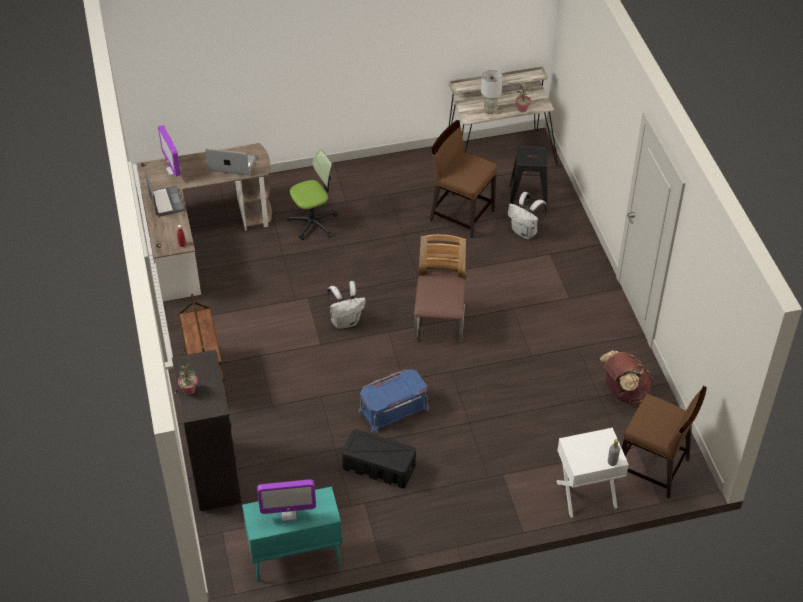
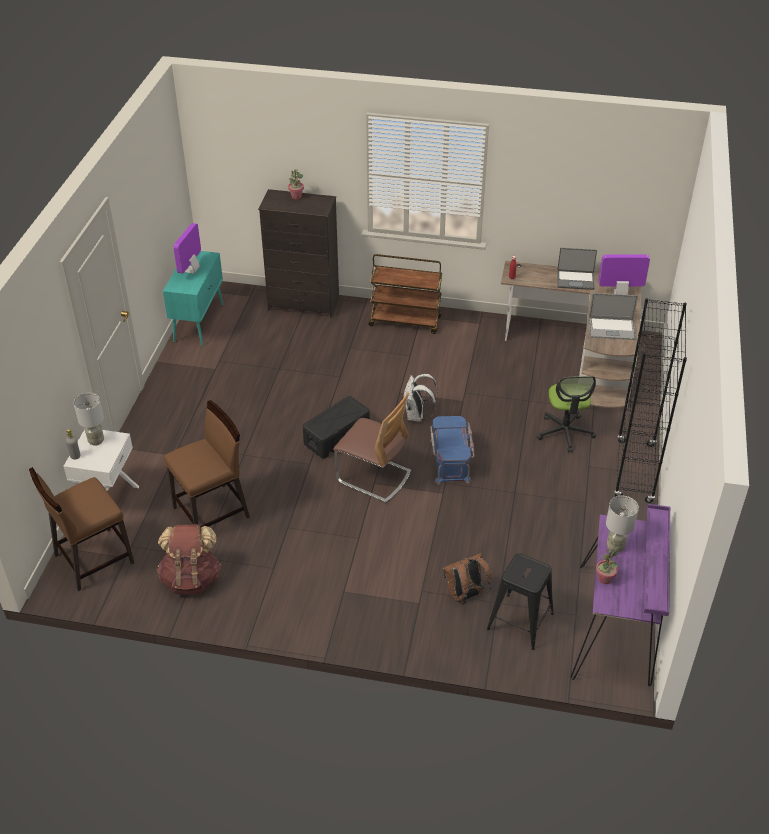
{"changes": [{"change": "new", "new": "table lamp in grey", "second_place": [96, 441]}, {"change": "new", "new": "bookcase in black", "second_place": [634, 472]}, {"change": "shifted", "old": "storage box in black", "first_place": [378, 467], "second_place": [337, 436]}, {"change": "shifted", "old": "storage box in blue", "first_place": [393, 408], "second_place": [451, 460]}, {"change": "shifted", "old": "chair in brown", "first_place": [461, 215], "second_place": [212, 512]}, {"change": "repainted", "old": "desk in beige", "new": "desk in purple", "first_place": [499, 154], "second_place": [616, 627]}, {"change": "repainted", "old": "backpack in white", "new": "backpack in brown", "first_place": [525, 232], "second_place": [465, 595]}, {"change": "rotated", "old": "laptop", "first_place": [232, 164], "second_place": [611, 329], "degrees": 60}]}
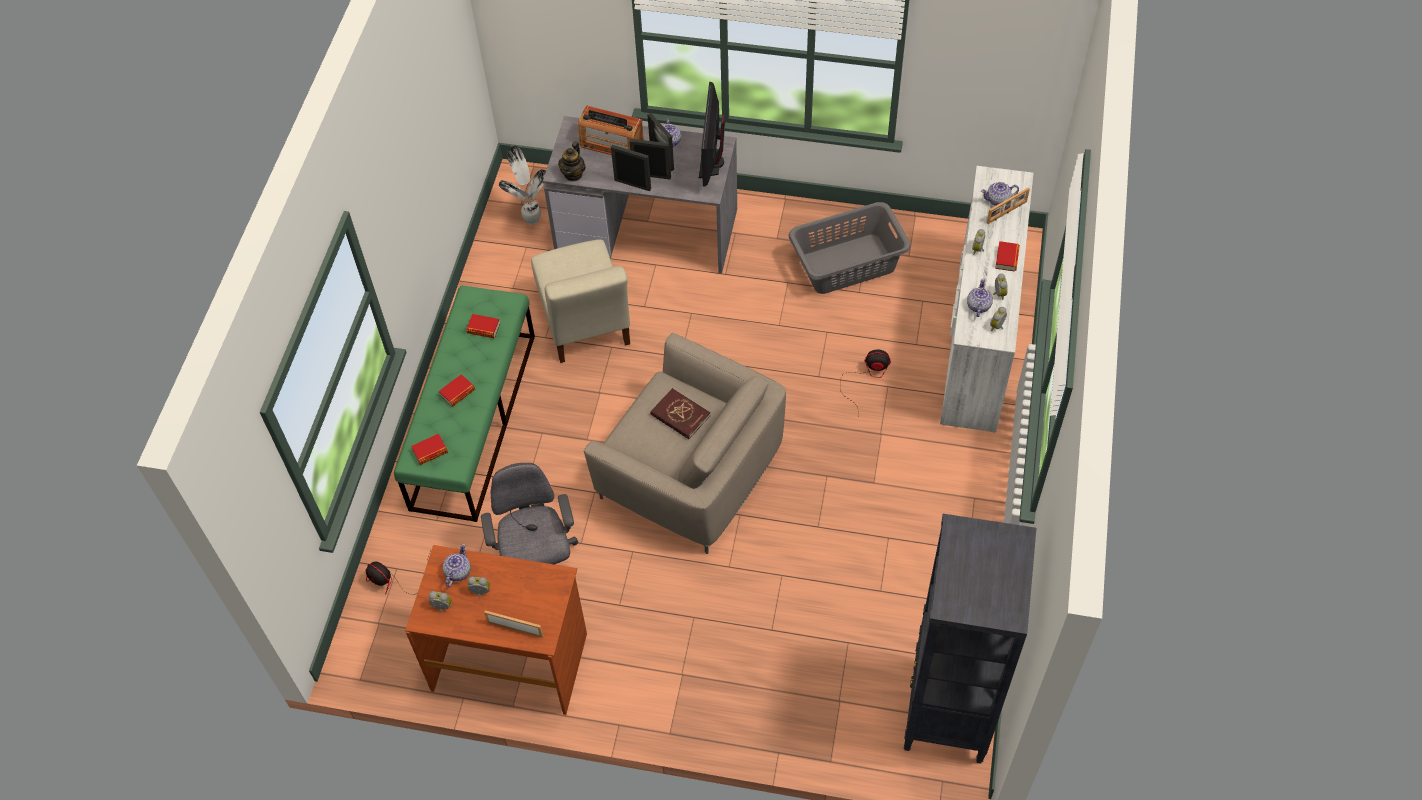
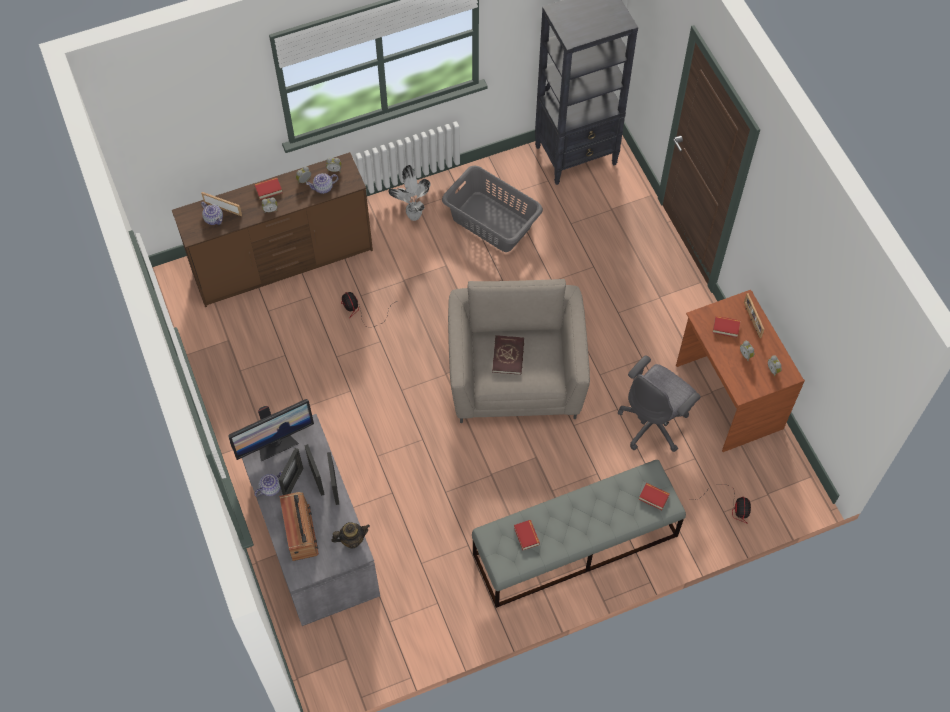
{"changes": [{"change": "gone", "old": "teapot", "first_place": [457, 572]}, {"change": "gone", "old": "chair in beige", "first_place": [584, 322]}, {"change": "shifted", "old": "book", "first_place": [457, 393], "second_place": [726, 328]}, {"change": "shifted", "old": "potted plant", "first_place": [531, 218], "second_place": [413, 217]}, {"change": "shifted", "old": "laundry basket in grey", "first_place": [848, 264], "second_place": [491, 221]}, {"change": "repainted", "old": "bench in green", "new": "bench in grey", "first_place": [474, 420], "second_place": [575, 545]}, {"change": "repainted", "old": "dresser in white", "new": "dresser in brown", "first_place": [976, 340], "second_place": [284, 262]}]}
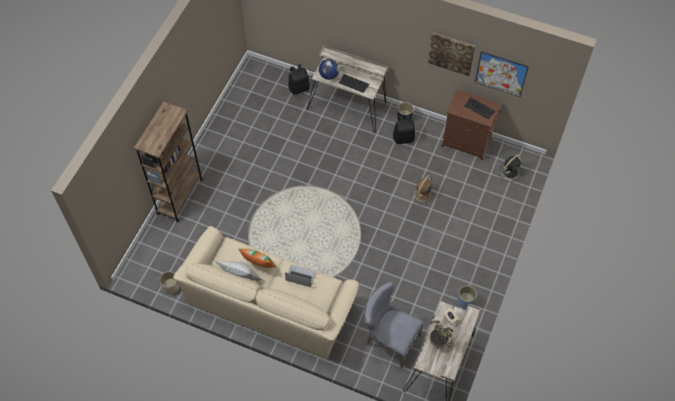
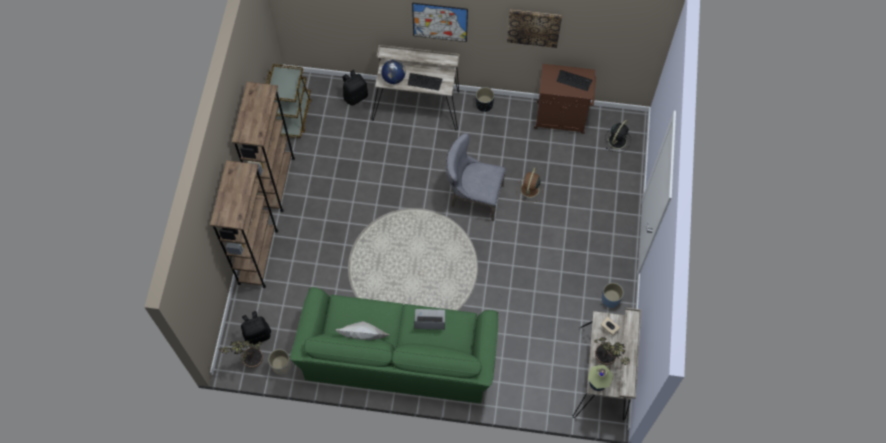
{"changes": [{"change": "gone", "old": "pillow", "first_place": [258, 265]}, {"change": "new", "new": "potted plant", "second_place": [249, 361]}, {"change": "new", "new": "bookcase in brown", "second_place": [275, 182]}, {"change": "new", "new": "cart in brown", "second_place": [292, 116]}, {"change": "new", "new": "table lamp", "second_place": [597, 383]}, {"change": "shifted", "old": "chair in grey", "first_place": [389, 340], "second_place": [473, 197]}, {"change": "shifted", "old": "backpack in black", "first_place": [403, 138], "second_place": [257, 334]}, {"change": "shifted", "old": "picture", "first_place": [501, 74], "second_place": [440, 22]}, {"change": "repainted", "old": "sofa in beige", "new": "sofa in green", "first_place": [270, 301], "second_place": [398, 354]}]}
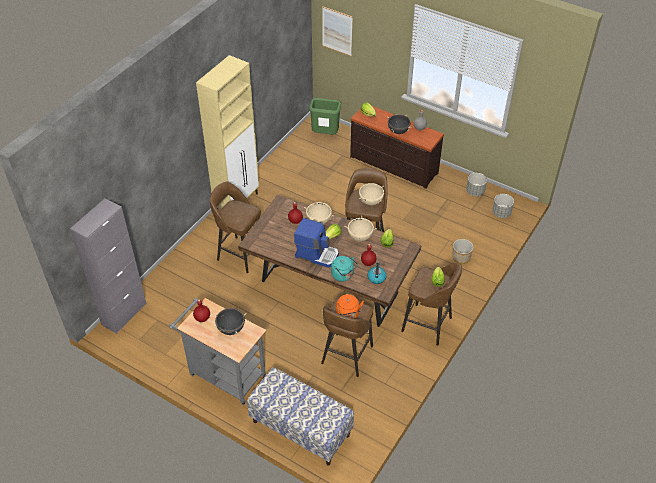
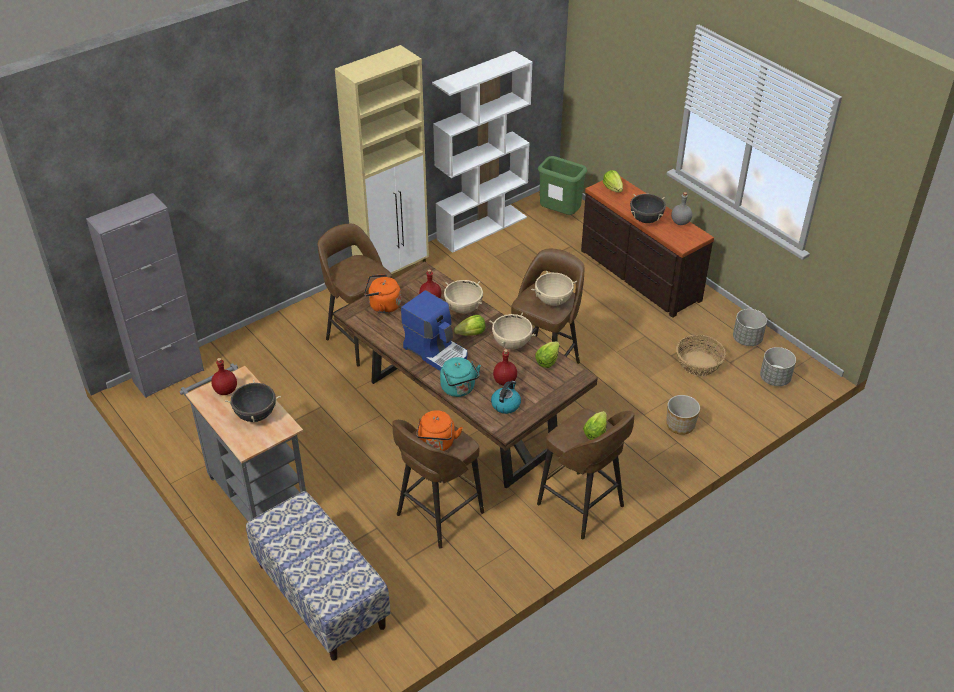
{"changes": [{"change": "gone", "old": "picture", "first_place": [337, 31]}, {"change": "new", "new": "kettle in orange", "second_place": [383, 306]}, {"change": "new", "new": "bookcase in white", "second_place": [482, 228]}, {"change": "new", "new": "basket", "second_place": [699, 363]}]}
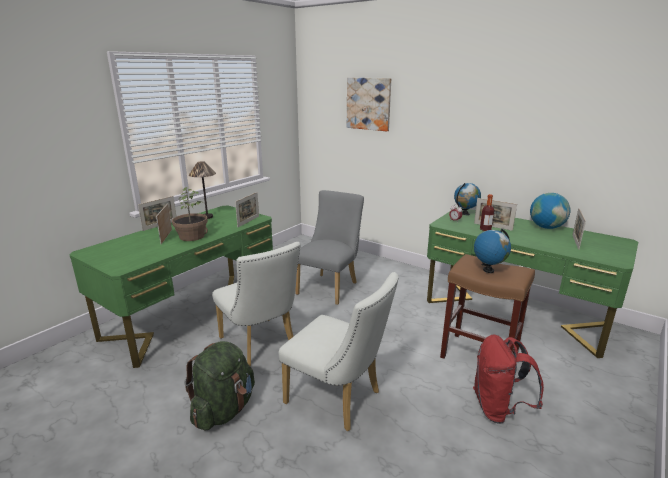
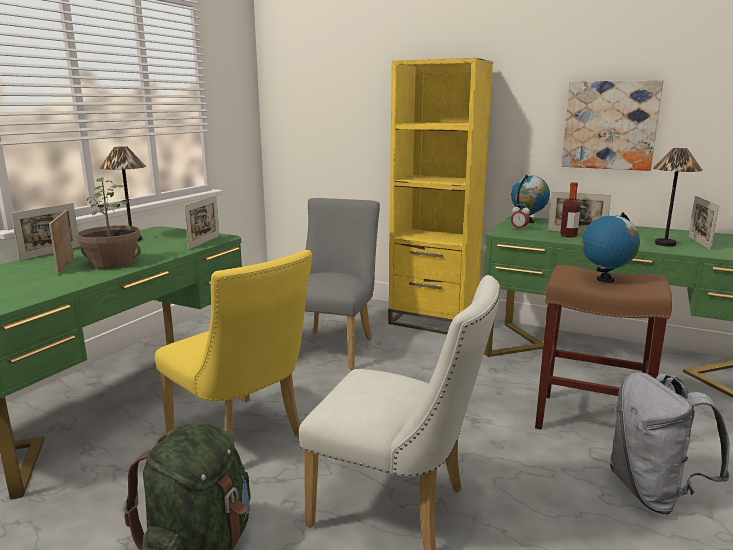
{"changes": [{"change": "gone", "old": "globe", "first_place": [546, 227]}, {"change": "new", "new": "bookcase in yellow", "second_place": [433, 321]}, {"change": "new", "new": "table lamp", "second_place": [665, 244]}, {"change": "shifted", "old": "picture", "first_place": [368, 104], "second_place": [610, 125]}, {"change": "repainted", "old": "chair in white", "new": "chair in yellow", "first_place": [261, 345], "second_place": [242, 438]}, {"change": "repainted", "old": "backpack in red", "new": "backpack in grey", "first_place": [498, 409], "second_place": [653, 493]}]}
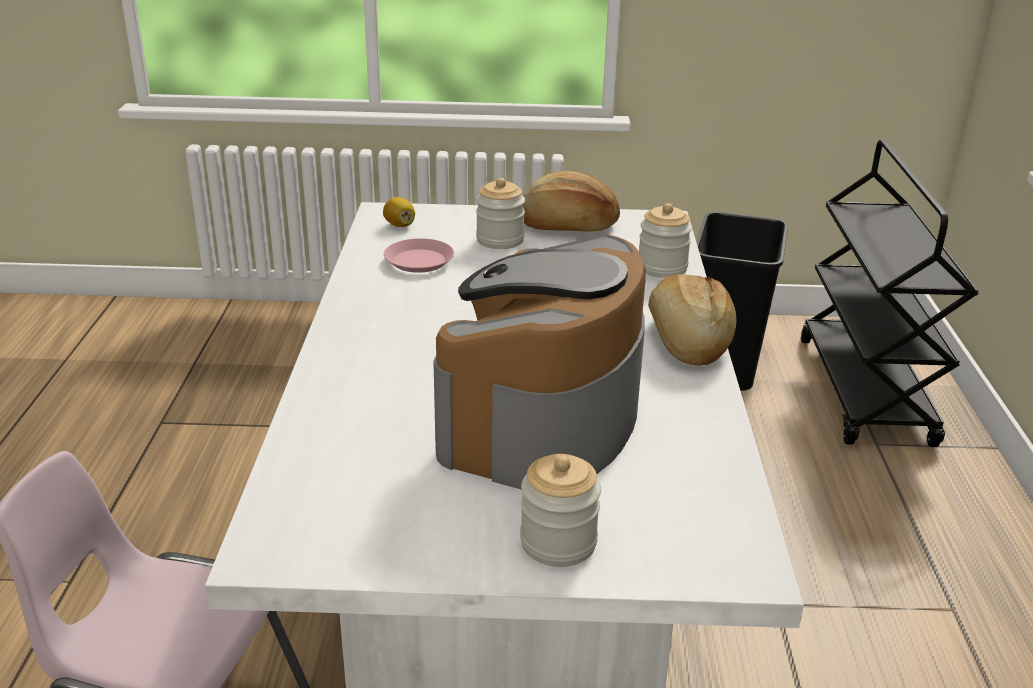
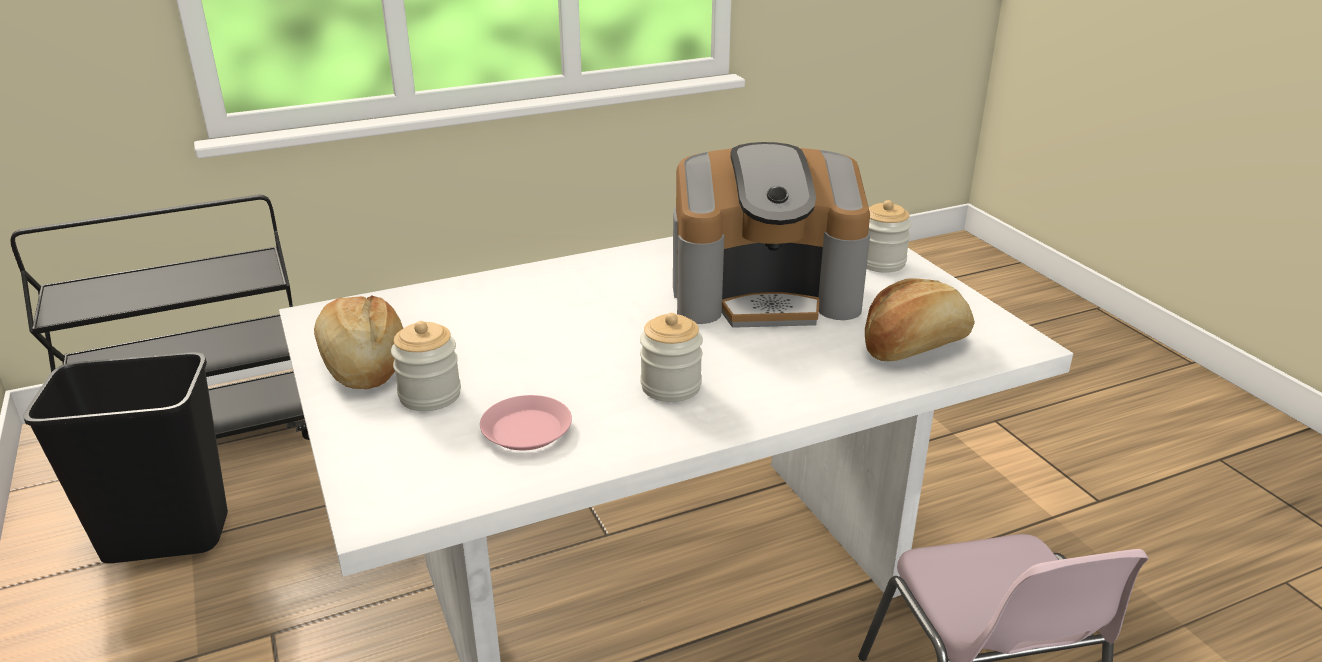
{"changes": [{"change": "gone", "old": "lemon", "first_place": [399, 225]}, {"change": "shifted", "old": "jar", "first_place": [662, 268], "second_place": [671, 386]}, {"change": "shifted", "old": "bread", "first_place": [686, 341], "second_place": [915, 345]}]}
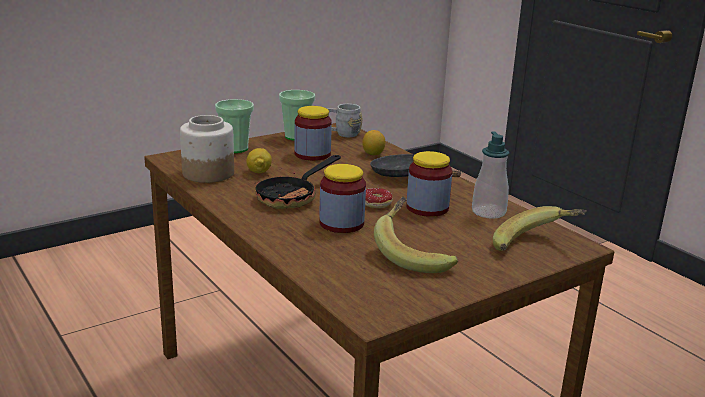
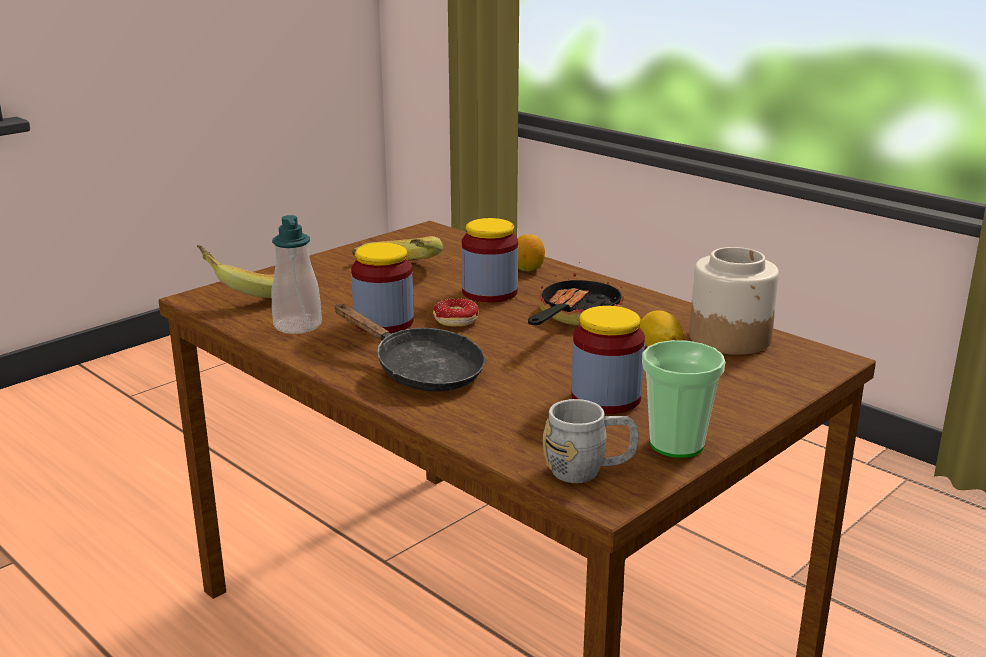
{"changes": [{"change": "gone", "old": "cup", "first_place": [235, 148]}, {"change": "shifted", "old": "lemon", "first_place": [373, 154], "second_place": [527, 269]}]}
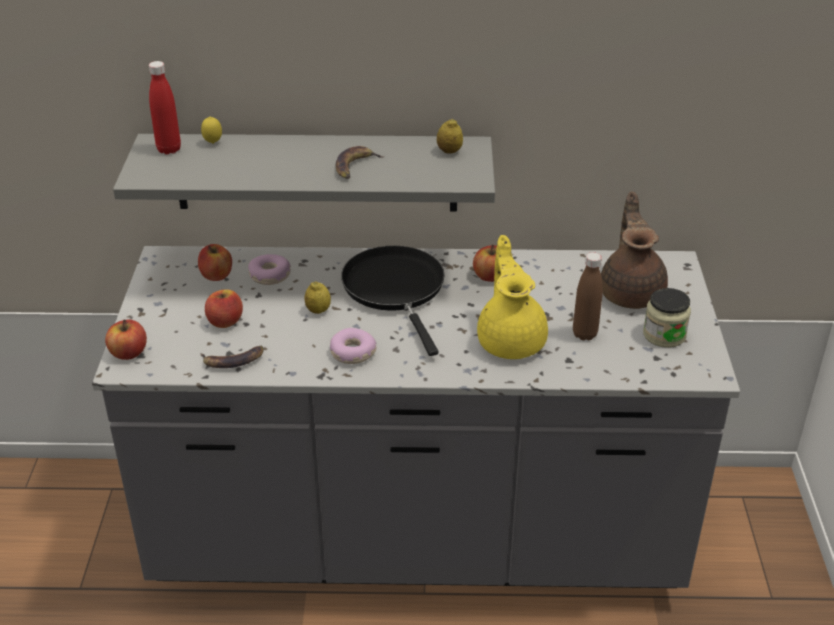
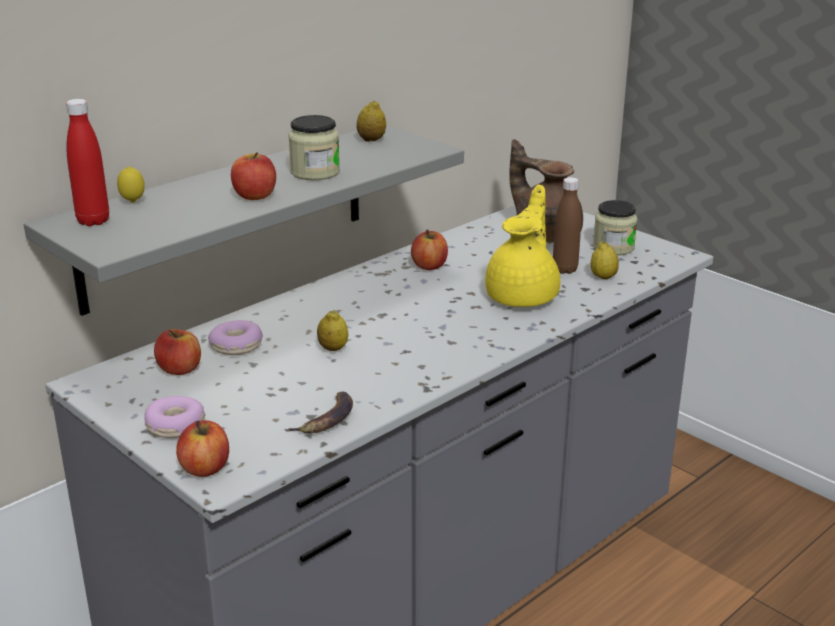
{"changes": [{"change": "gone", "old": "frying pan in black", "first_place": [396, 289]}, {"change": "new", "new": "lemon", "second_place": [603, 277]}, {"change": "shifted", "old": "apple", "first_place": [225, 321], "second_place": [255, 196]}, {"change": "shifted", "old": "donut", "first_place": [352, 353], "second_place": [175, 426]}, {"change": "swapped", "old": "banana", "new": "jar", "first_place": [355, 166], "second_place": [315, 172]}, {"change": "rotated", "old": "teapot in yellow", "first_place": [511, 340], "second_place": [524, 296], "degrees": 75}]}
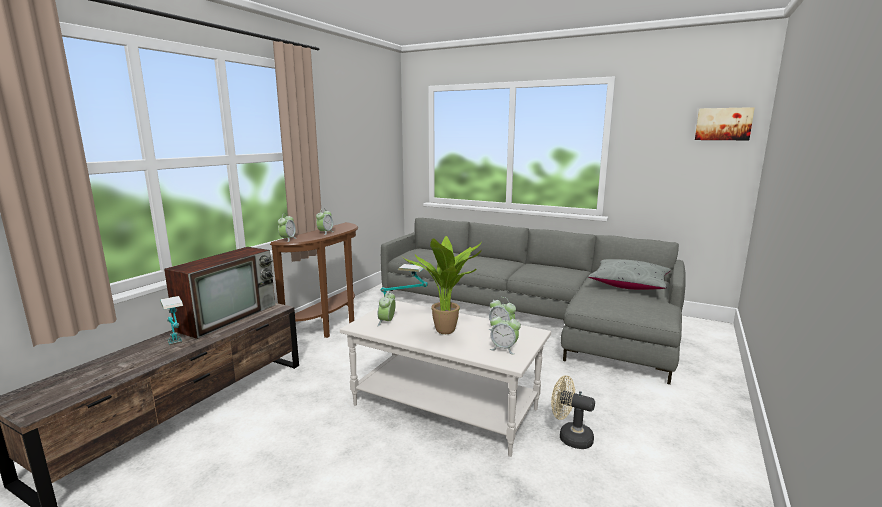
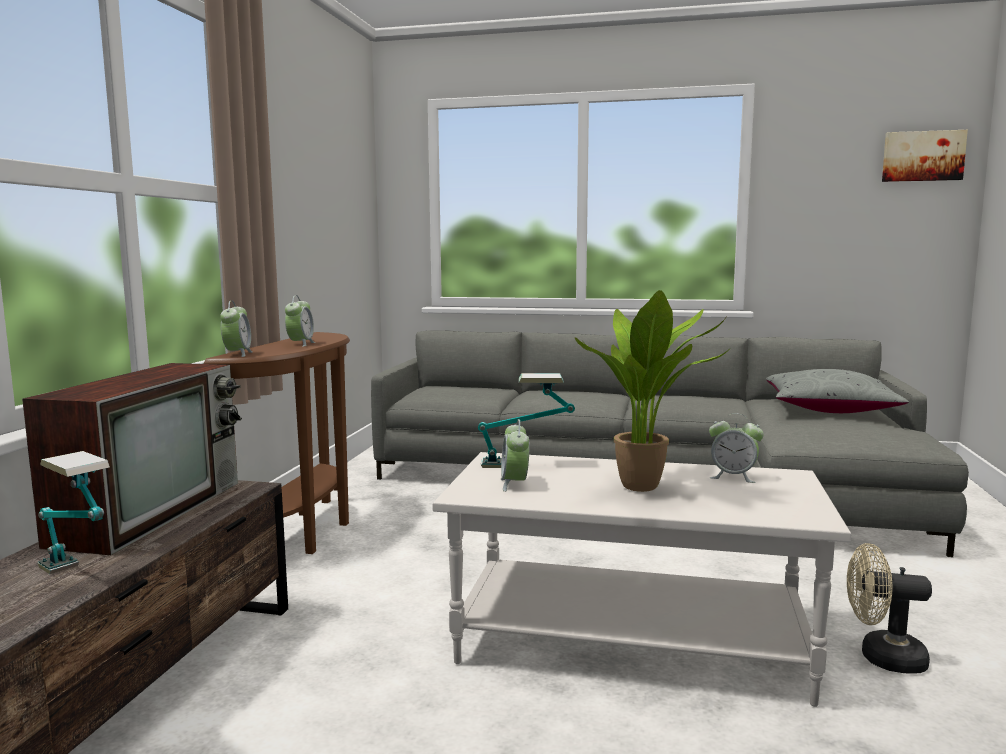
{"changes": [{"change": "gone", "old": "alarm clock", "first_place": [504, 349]}]}
